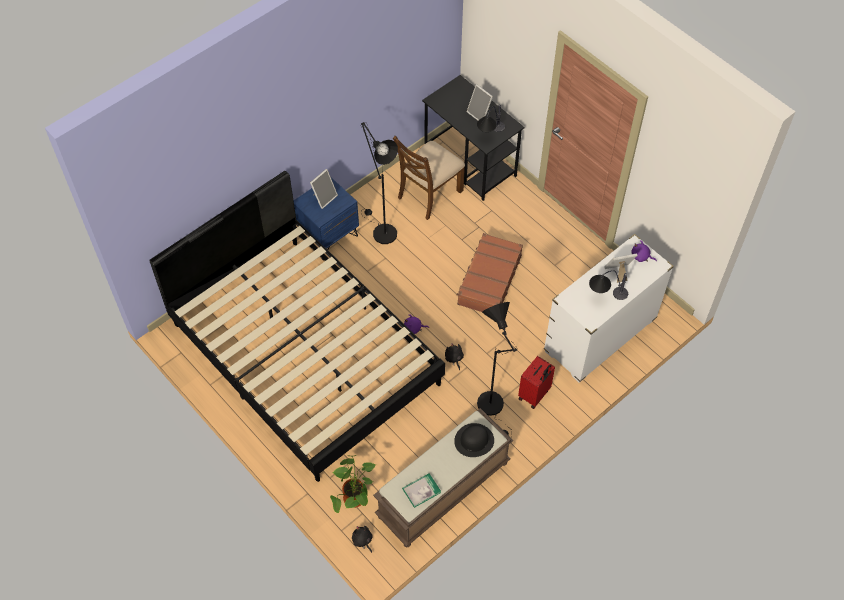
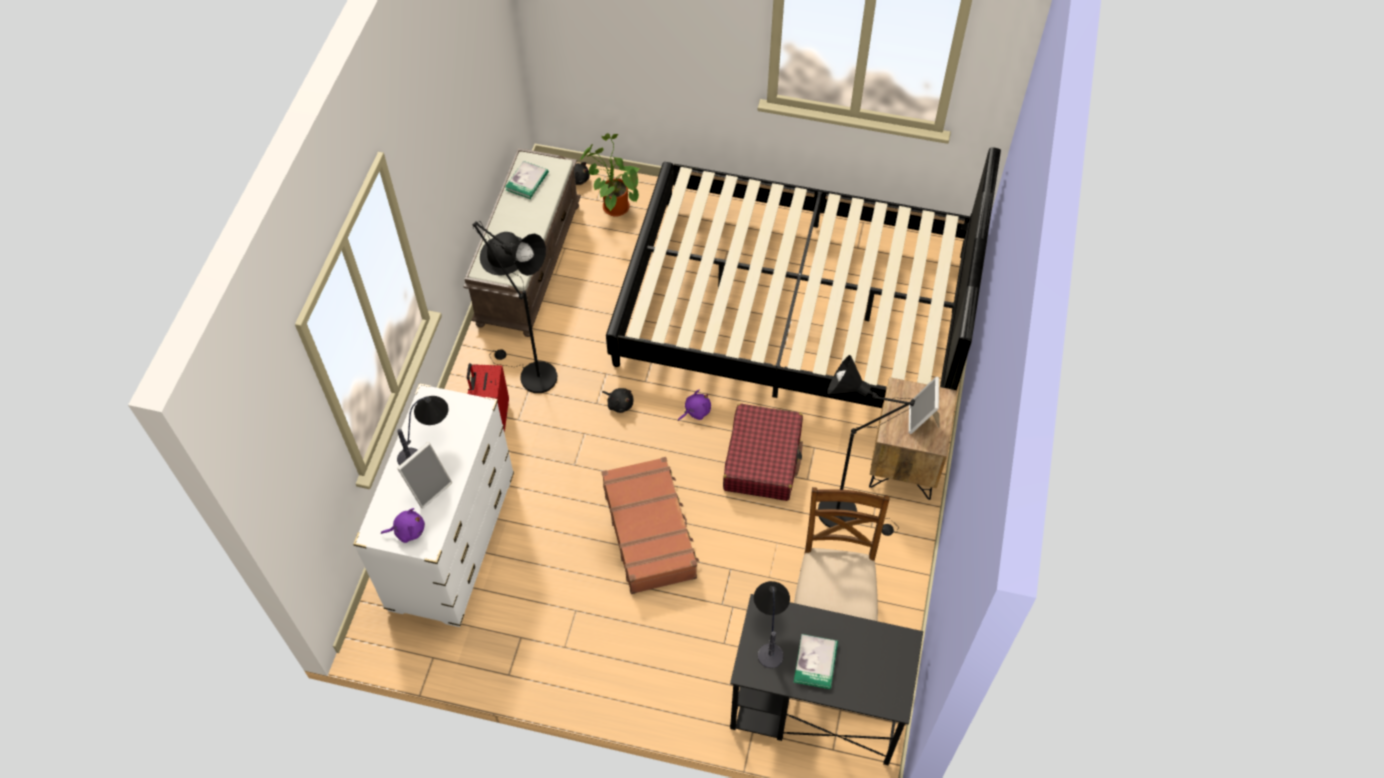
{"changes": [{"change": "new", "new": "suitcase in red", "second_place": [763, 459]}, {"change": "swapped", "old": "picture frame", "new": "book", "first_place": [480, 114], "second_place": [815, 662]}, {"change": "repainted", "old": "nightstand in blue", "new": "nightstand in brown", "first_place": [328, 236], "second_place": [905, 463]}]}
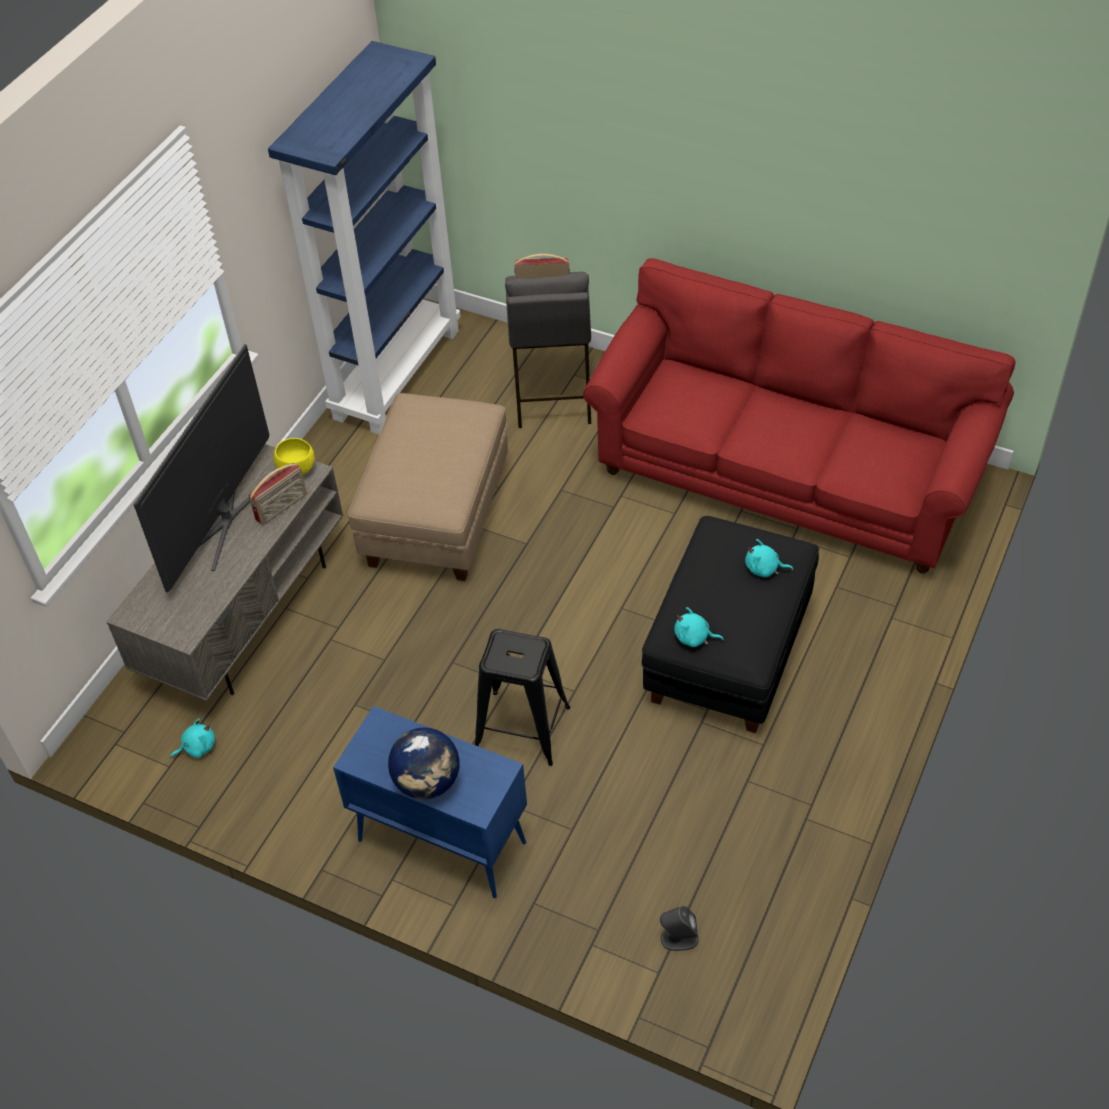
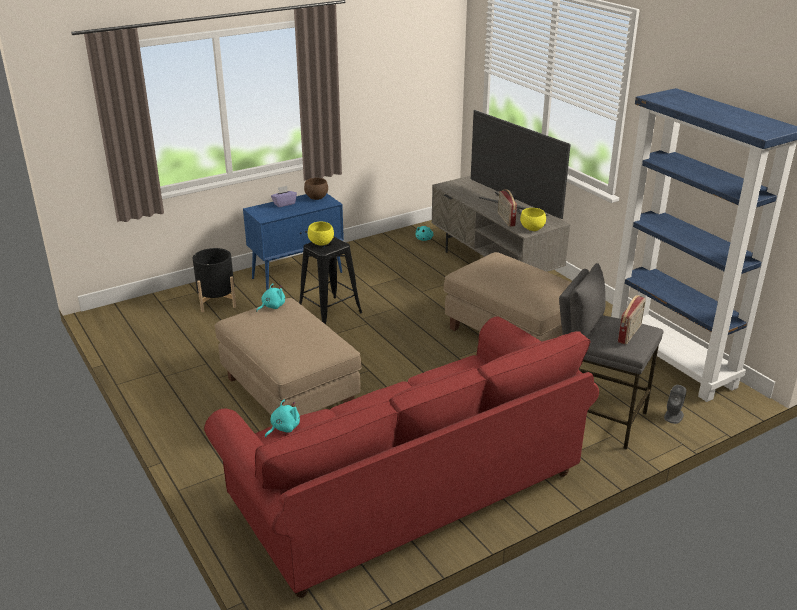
{"changes": [{"change": "new", "new": "planter in black", "second_place": [217, 301]}, {"change": "new", "new": "bowl in brown", "second_place": [316, 198]}, {"change": "new", "new": "bowl in yellow", "second_place": [322, 243]}, {"change": "shifted", "old": "speaker in grey", "first_place": [678, 938], "second_place": [673, 416]}, {"change": "shifted", "old": "plush toy in turquoise", "first_place": [764, 568], "second_place": [283, 428]}, {"change": "swapped", "old": "globe", "new": "tissue box in purple", "first_place": [427, 782], "second_place": [284, 204]}, {"change": "repainted", "old": "ottoman in black", "new": "ottoman in beige", "first_place": [728, 654], "second_place": [288, 392]}]}
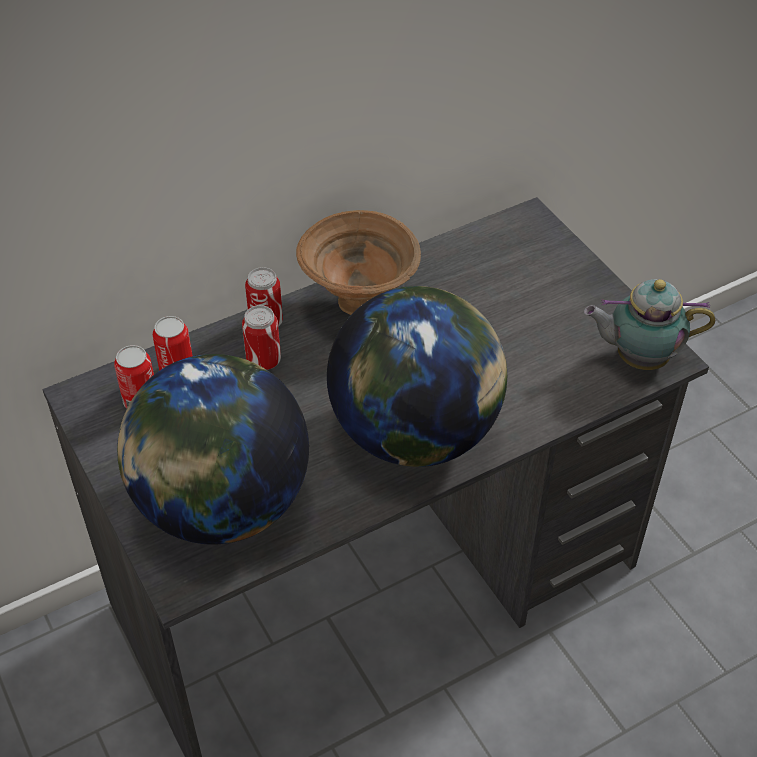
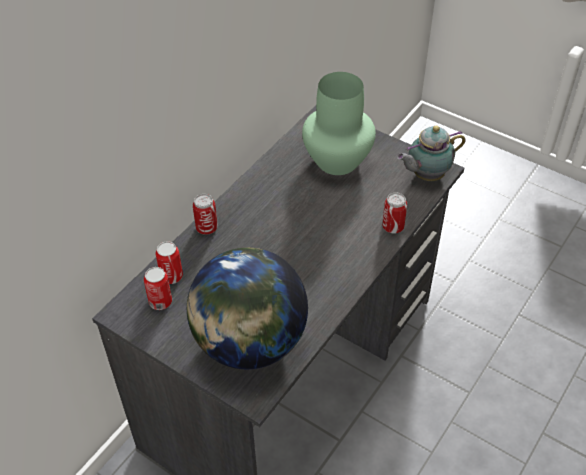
{"changes": [{"change": "gone", "old": "bowl in brown", "first_place": [361, 304]}, {"change": "gone", "old": "globe", "first_place": [416, 432]}, {"change": "new", "new": "vase in green", "second_place": [338, 160]}, {"change": "shifted", "old": "can", "first_place": [263, 361], "second_place": [393, 227]}]}
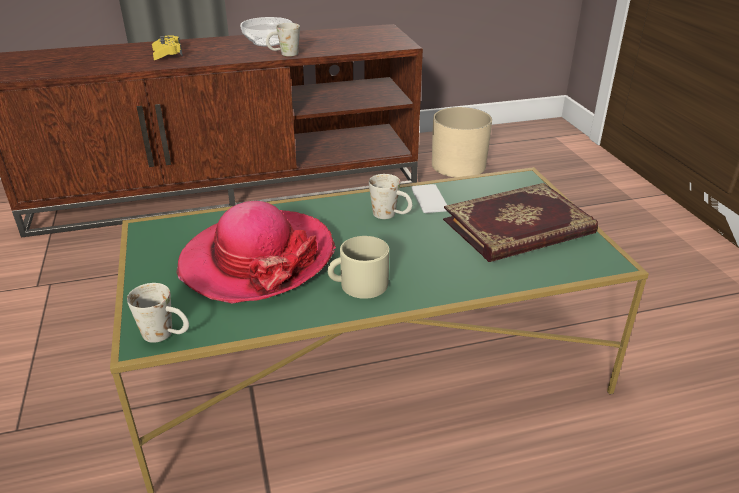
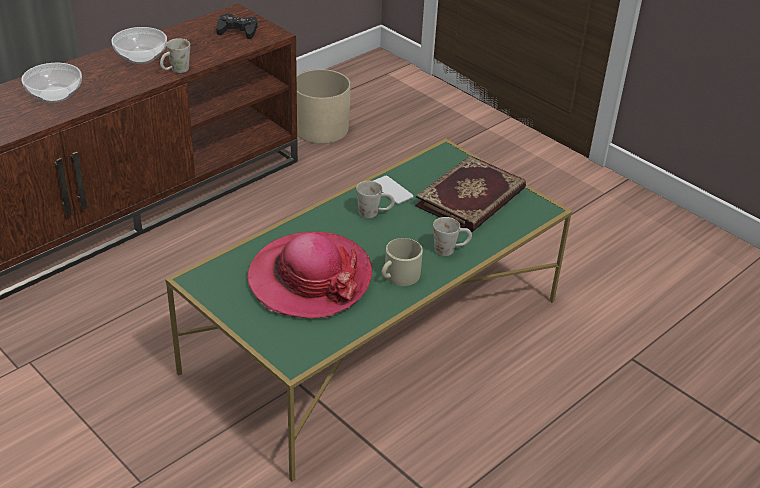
{"changes": [{"change": "new", "new": "game controller in black", "second_place": [238, 31]}, {"change": "shifted", "old": "mug in white", "first_place": [166, 335], "second_place": [450, 249]}, {"change": "swapped", "old": "game controller in yellow", "new": "bowl", "first_place": [167, 54], "second_place": [55, 94]}]}
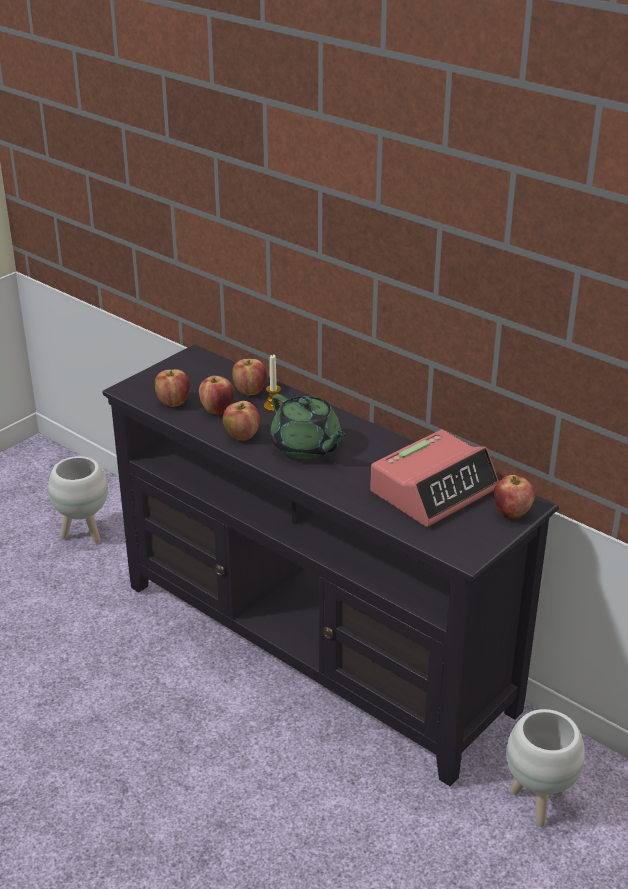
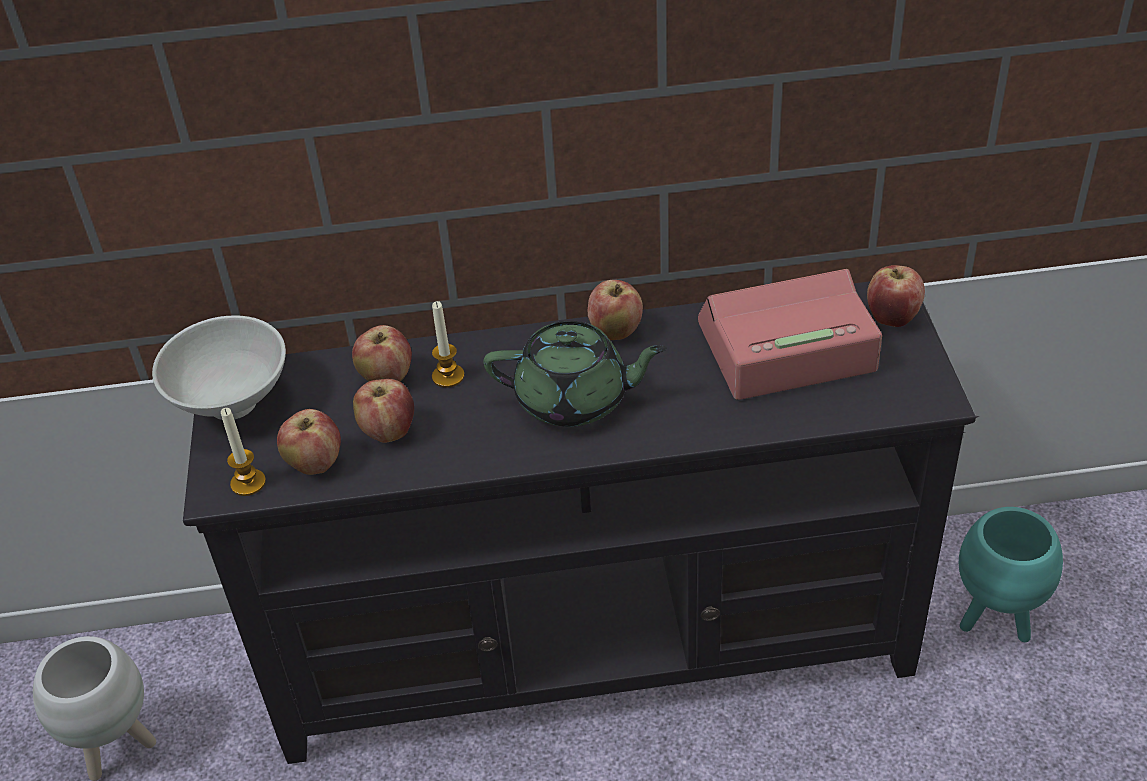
{"changes": [{"change": "new", "new": "bowl in white", "second_place": [236, 404]}, {"change": "new", "new": "candle", "second_place": [248, 483]}, {"change": "shifted", "old": "apple", "first_place": [242, 436], "second_place": [615, 332]}, {"change": "repainted", "old": "planter in white", "new": "planter in turquoise", "first_place": [538, 804], "second_place": [996, 620]}, {"change": "rotated", "old": "alarm clock", "first_place": [434, 490], "second_place": [785, 348], "degrees": -105}]}
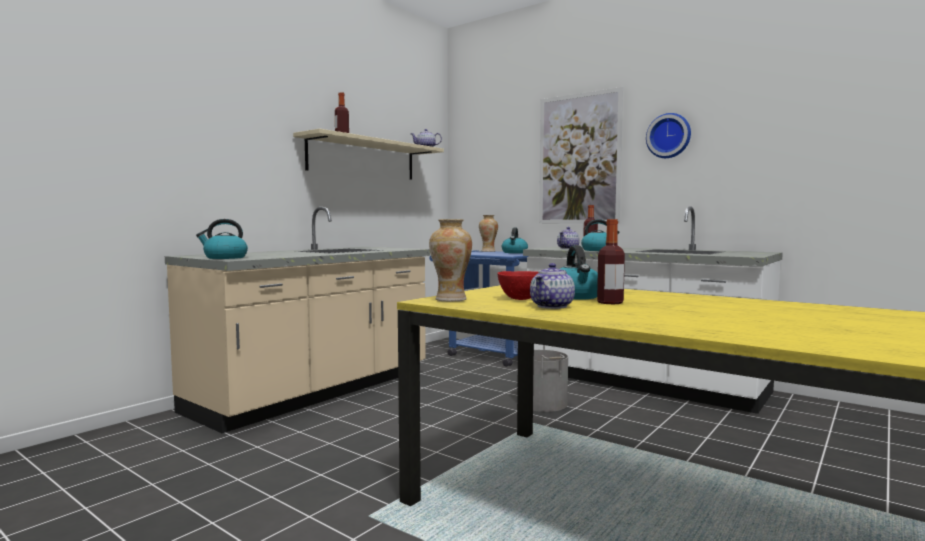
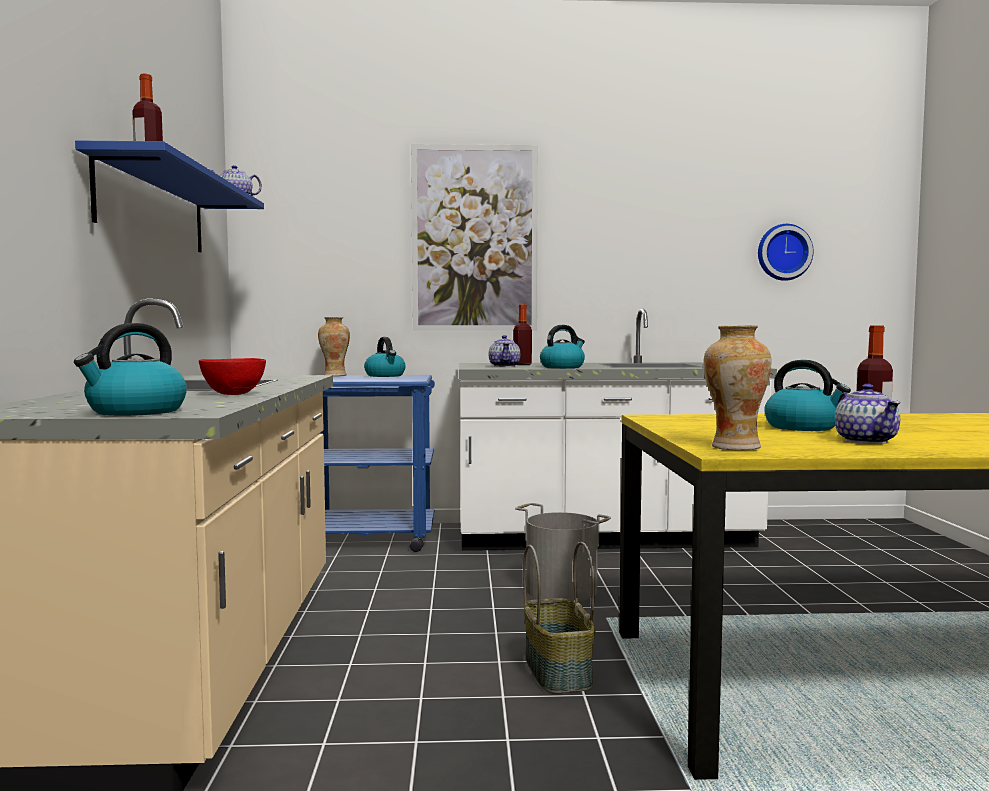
{"changes": [{"change": "new", "new": "basket", "second_place": [559, 671]}, {"change": "shifted", "old": "bowl in red", "first_place": [521, 299], "second_place": [234, 394]}, {"change": "shifted", "old": "wall clock", "first_place": [669, 136], "second_place": [783, 252]}, {"change": "repainted", "old": "shelf in beige", "new": "shelf in blue", "first_place": [363, 159], "second_place": [153, 208]}]}
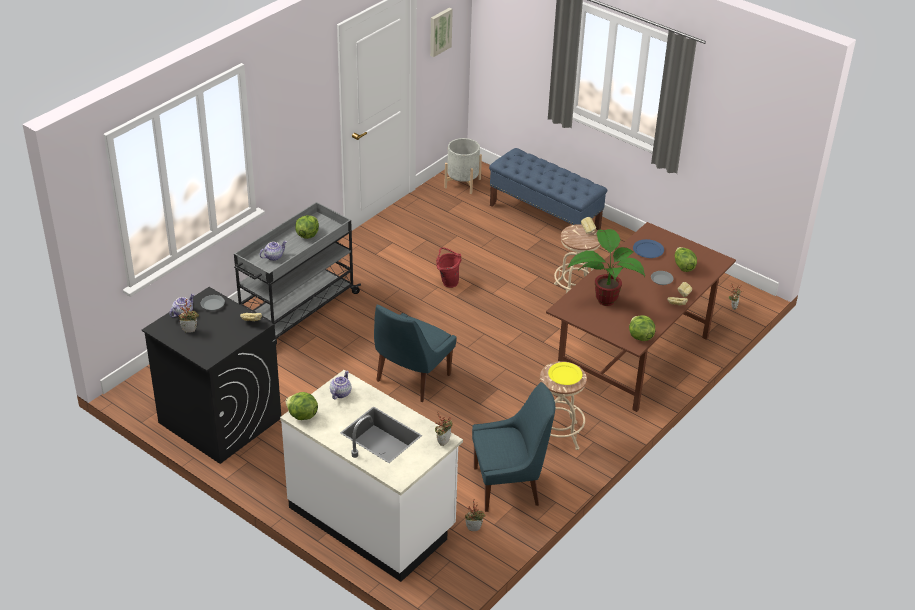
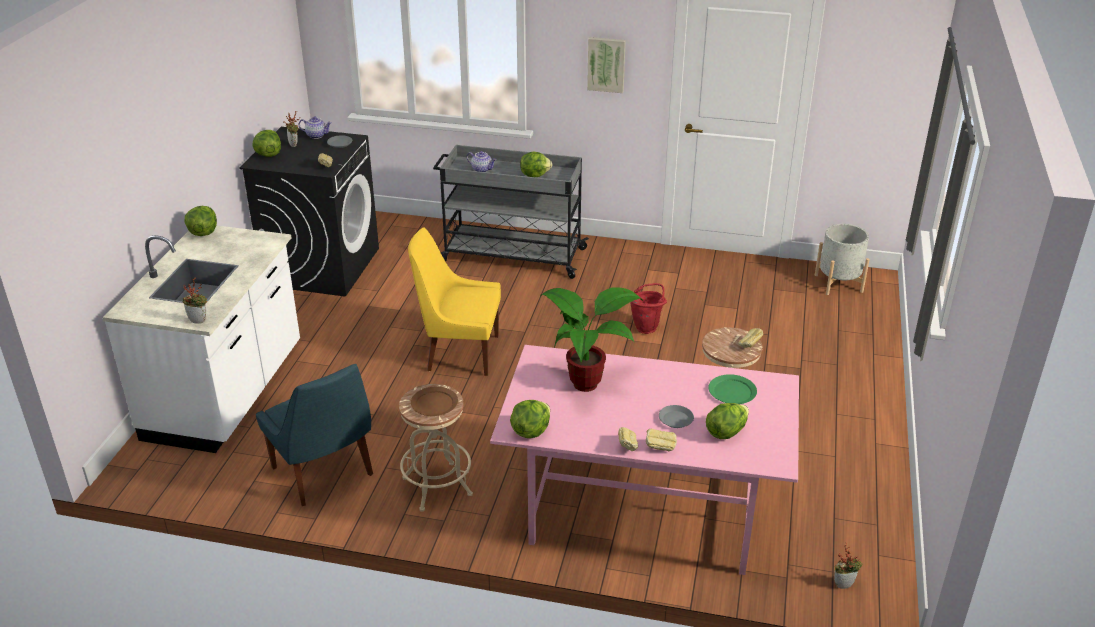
{"changes": [{"change": "gone", "old": "teapot", "first_place": [340, 393]}, {"change": "gone", "old": "potted plant", "first_place": [474, 527]}, {"change": "gone", "old": "bench in blue", "first_place": [545, 217]}, {"change": "new", "new": "lettuce", "second_place": [268, 154]}, {"change": "shifted", "old": "picture", "first_place": [439, 31], "second_place": [606, 64]}, {"change": "repainted", "old": "chair in blue", "new": "chair in yellow", "first_place": [411, 379], "second_place": [459, 353]}, {"change": "repainted", "old": "dining table in brown", "new": "dining table in pink", "first_place": [634, 355], "second_place": [641, 510]}, {"change": "repainted", "old": "plate in yellow", "new": "plate in brown", "first_place": [565, 375], "second_place": [434, 404]}, {"change": "repainted", "old": "plate in blue", "new": "plate in green", "first_place": [648, 250], "second_place": [732, 392]}]}
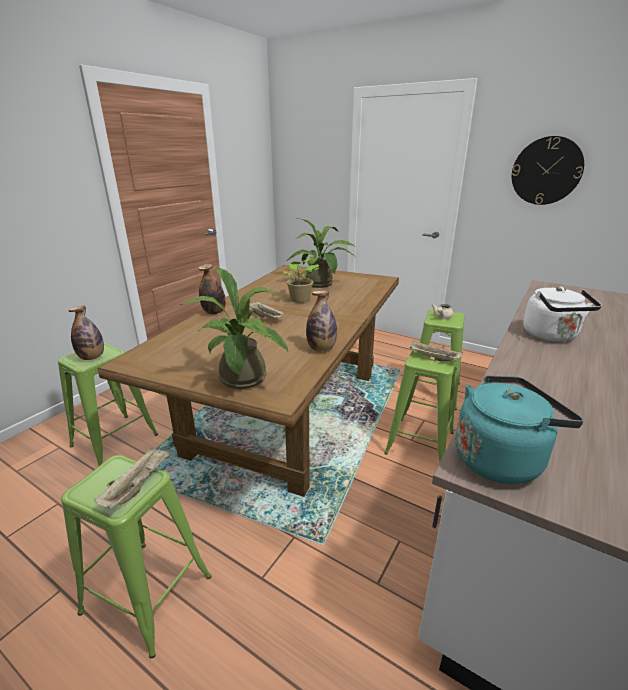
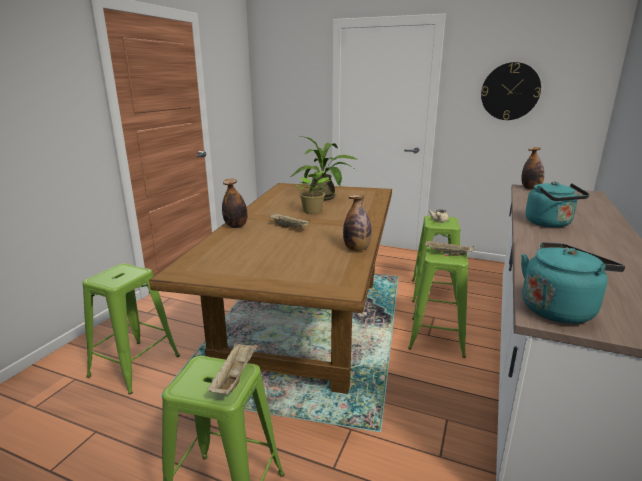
{"changes": [{"change": "gone", "old": "potted plant", "first_place": [243, 382]}, {"change": "shifted", "old": "bottle", "first_place": [92, 357], "second_place": [530, 188]}, {"change": "repainted", "old": "kettle in white", "new": "kettle in turquoise", "first_place": [552, 336], "second_place": [550, 224]}]}
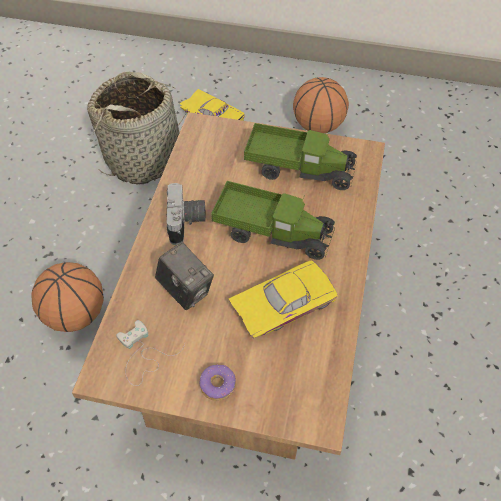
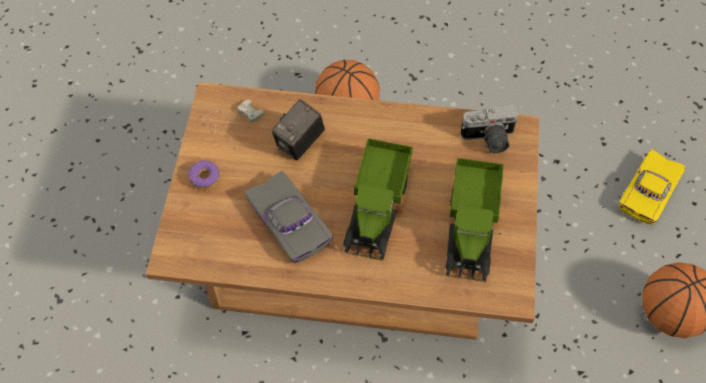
{"changes": [{"change": "gone", "old": "basket", "first_place": [144, 158]}, {"change": "shifted", "old": "photo camera", "first_place": [187, 223], "second_place": [489, 140]}, {"change": "repainted", "old": "toy car in yellow", "new": "toy car in grey", "first_place": [281, 303], "second_place": [291, 221]}]}
